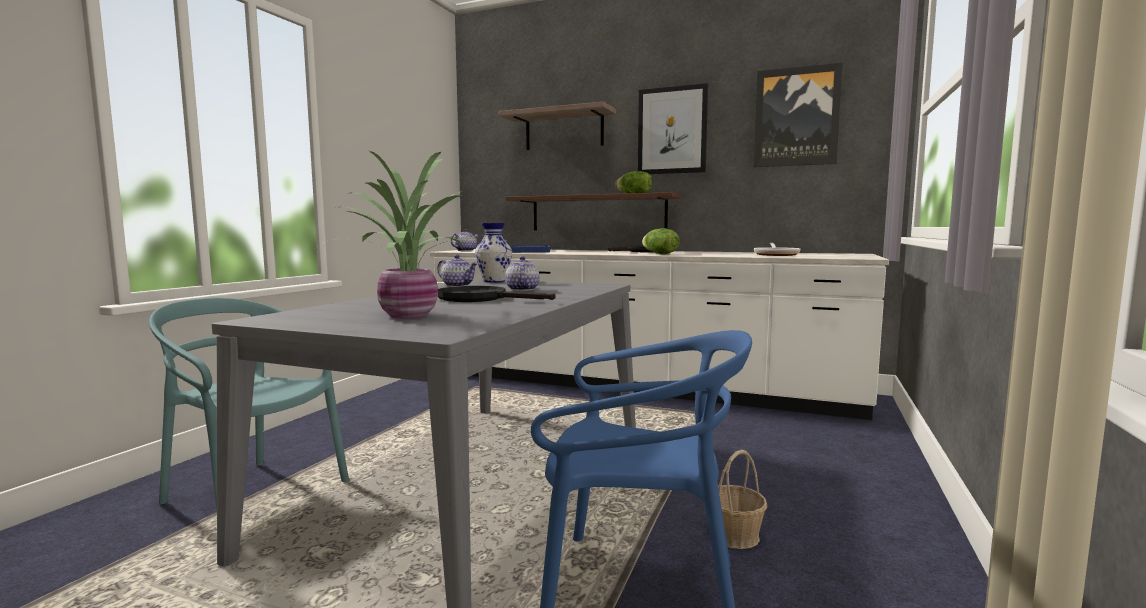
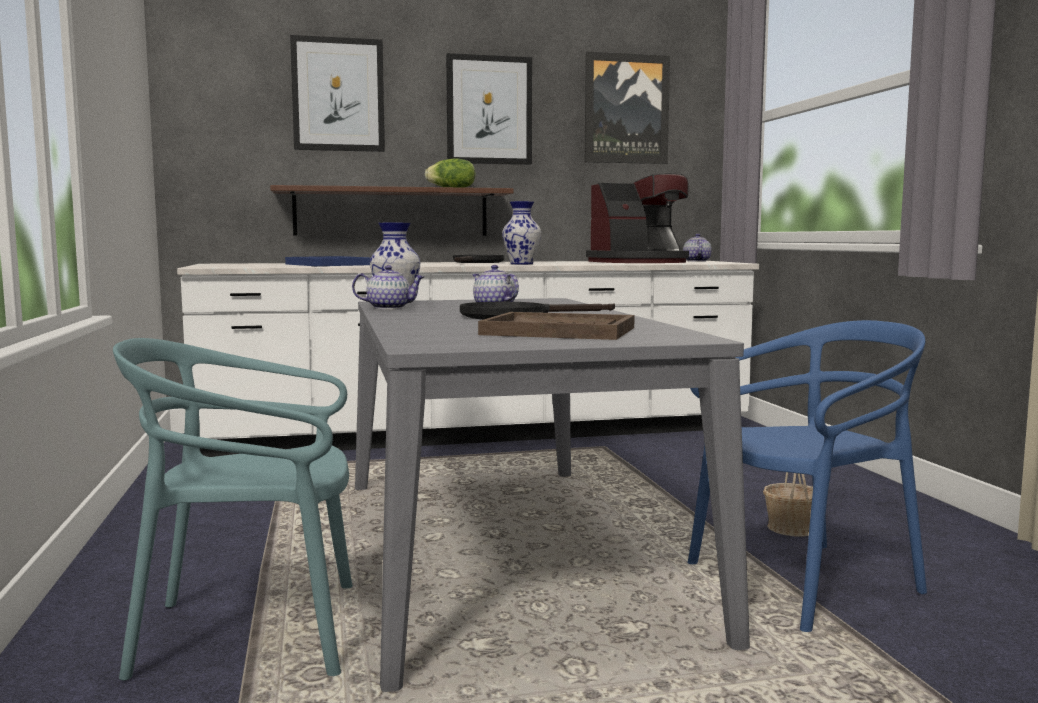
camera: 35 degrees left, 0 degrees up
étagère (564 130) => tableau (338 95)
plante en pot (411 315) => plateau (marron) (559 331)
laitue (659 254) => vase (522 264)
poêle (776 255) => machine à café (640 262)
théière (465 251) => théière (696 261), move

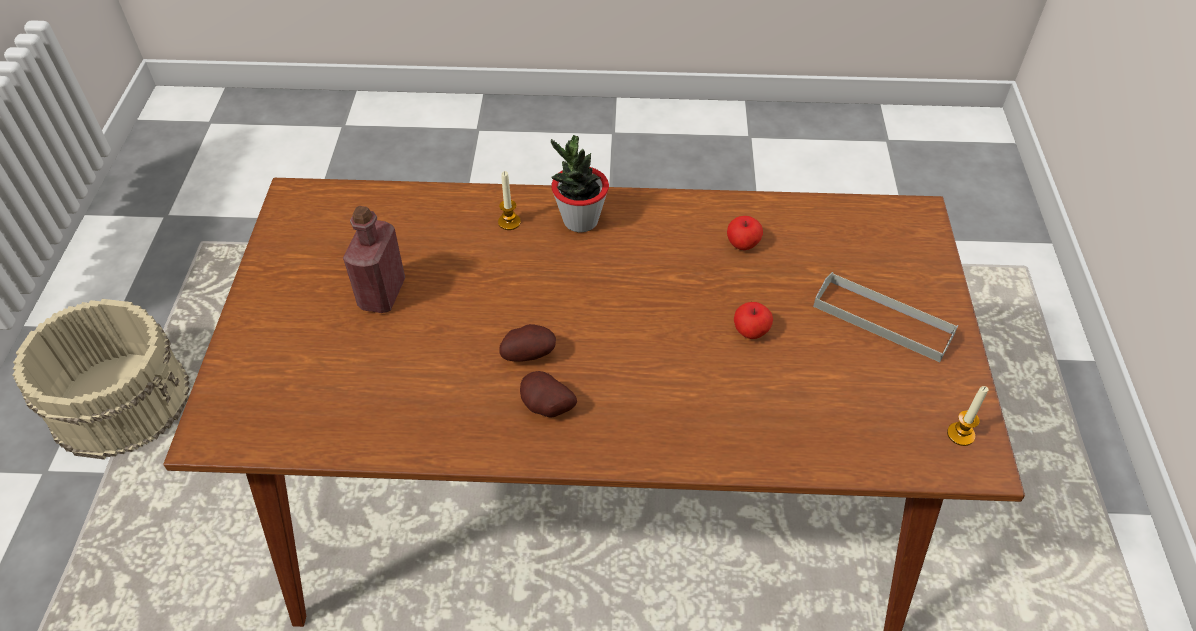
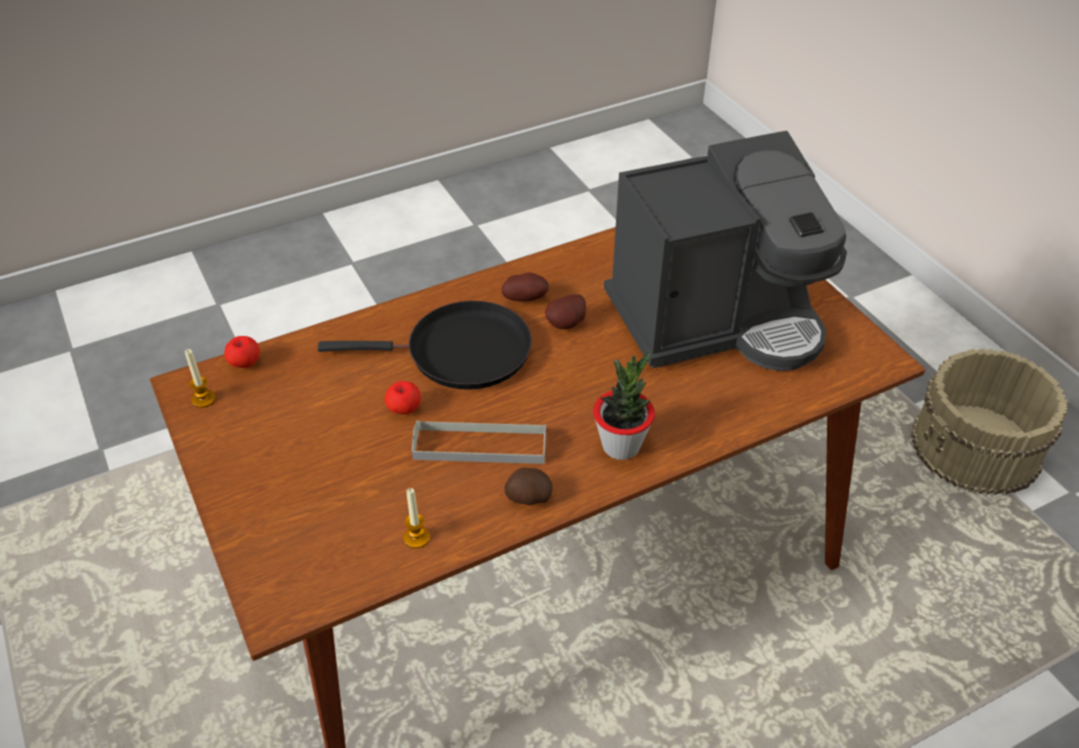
camera: 150 degrees right, 5 degrees down
pomme (742 244) => pomme (245 364), move
nothing => poêle (noir) (460 352)
bougie (509 222) => bougie (416 538), move
plateau (gris) (882 320) => plateau (gris) (480 446), move
nothing => pomme de terre (528 498)
bouteille (rouge) (382 294) => machine à café (717 319)

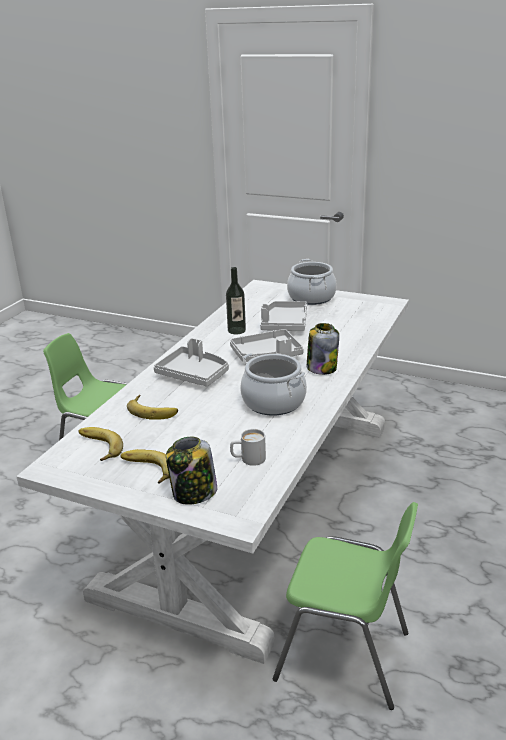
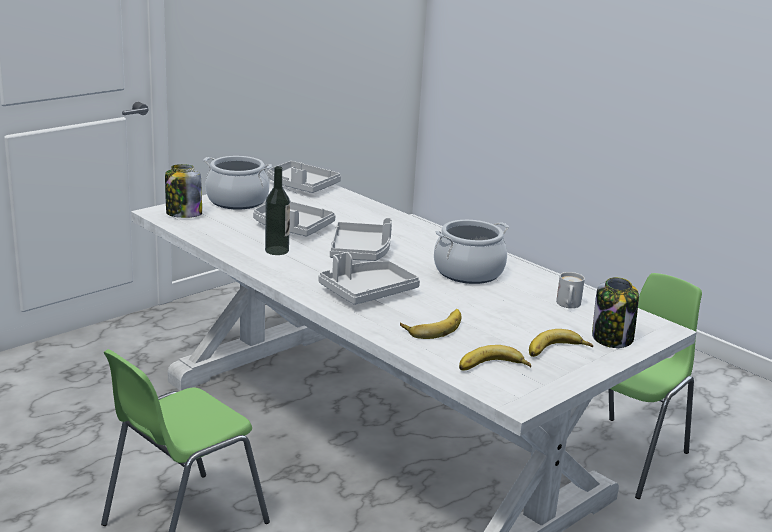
camera: 70 degrees left, 5 degrees down
bocal (321 368) => bocal (183 214), move
nothing => plateau (gris) (301 186)

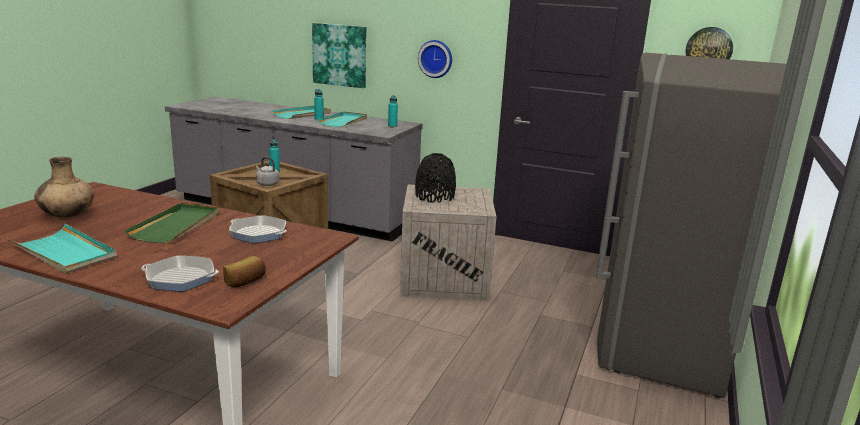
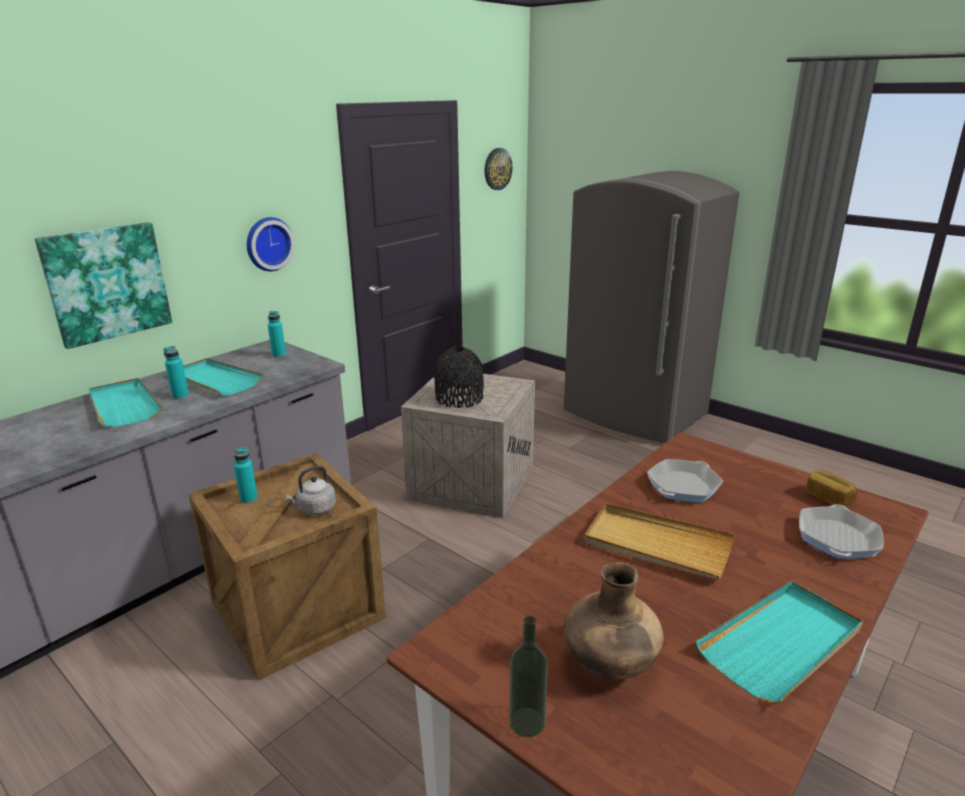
camera: 70 degrees left, 5 degrees up
nothing => bouteille (527 722)
plateau (vert) (177 225) => plateau (beige) (656 545)

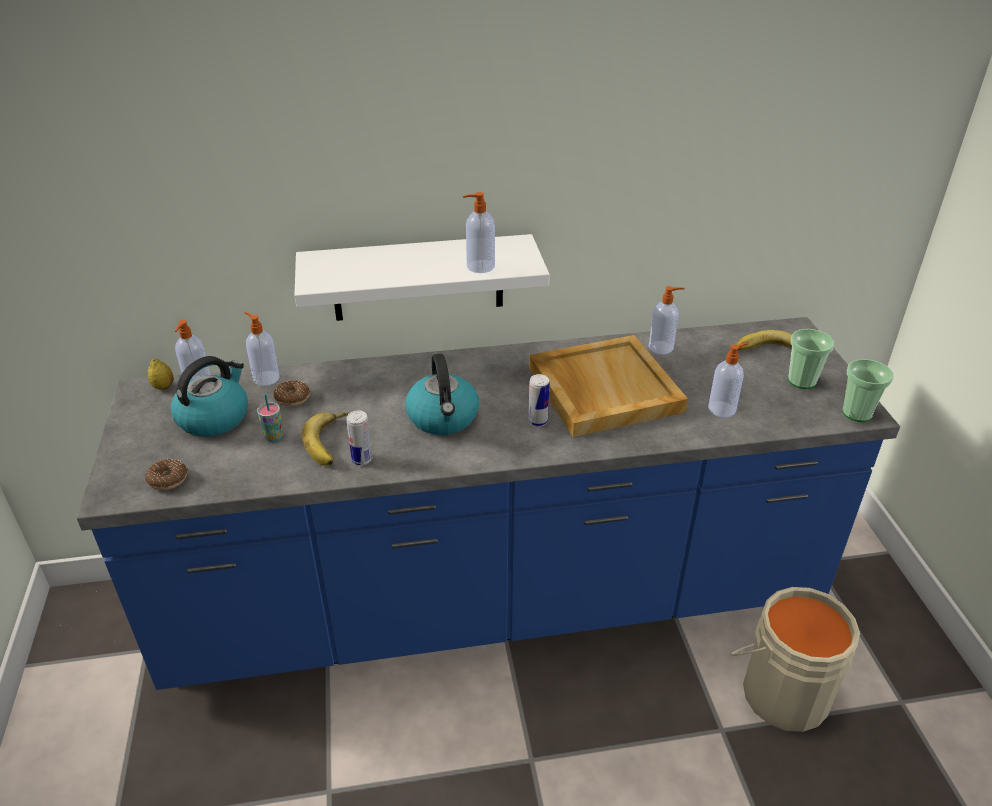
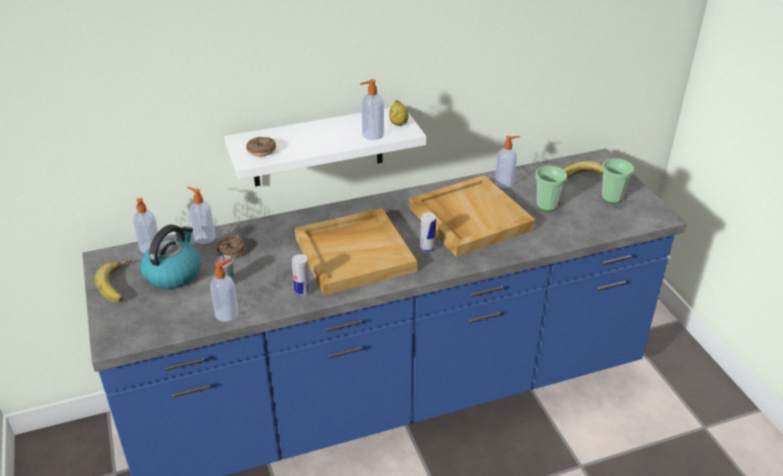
camera: 10 degrees left, 0 degrees up
banane (332 442) => banane (119 284), move
distributeur de savon (722 409) => distributeur de savon (227 313), move
beignet (168 479) => beignet (261 151), move
bouilloire (443 418) => plateau (beige) (355 253)
citron (163 387) => citron (398 124), move
tasse (857 413) => tasse (547 205), move
seau (beige) (783 690) => nothing

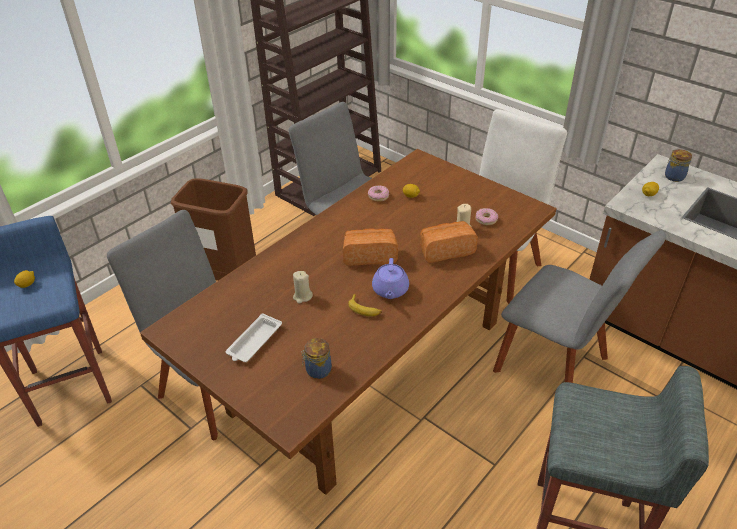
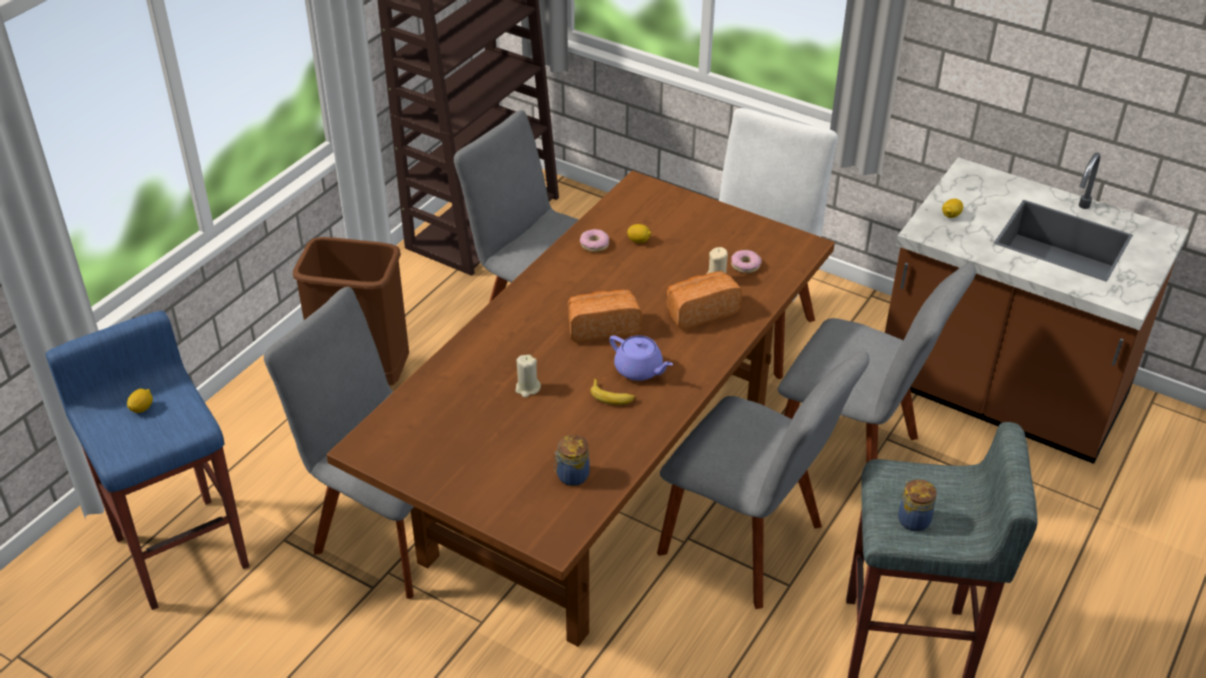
camera: 10 degrees left, 0 degrees up
théière (violet) (390 290) => théière (violet) (639 370), 45 degrees counterclockwise
nothing => chaise (gris) (748 544)
bocal (673 176) => bocal (912 519), move
plateau (blanc) (254 342) => nothing

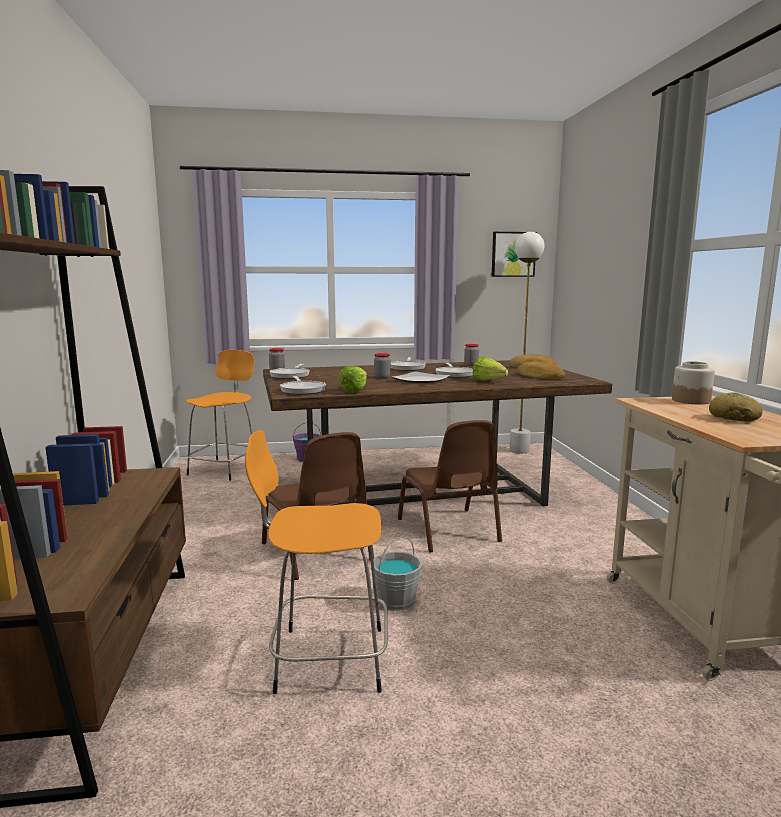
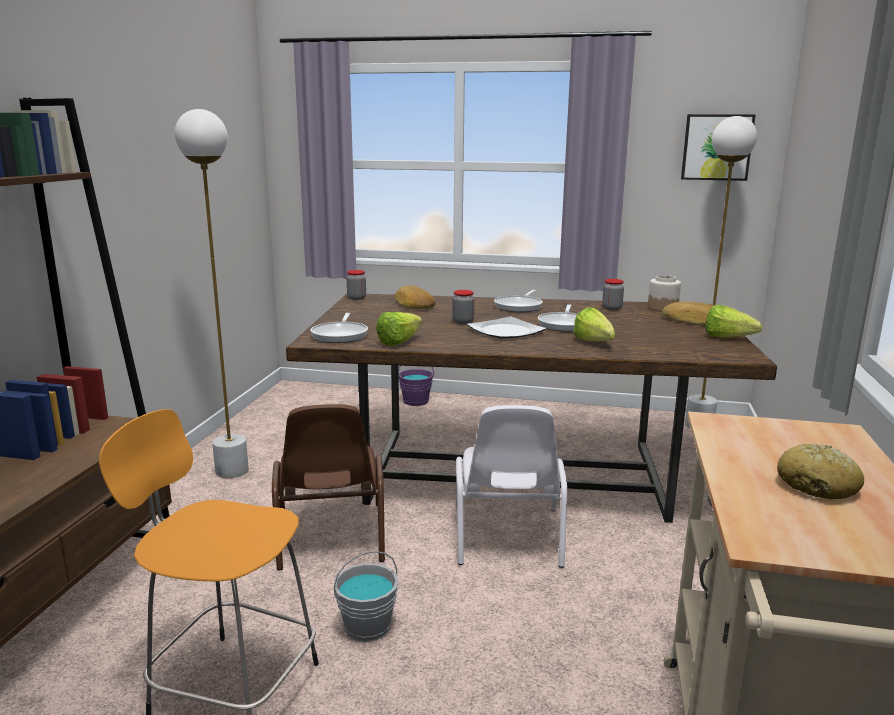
camera: 20 degrees right, 5 degrees up
nothing => lampadaire (blanc) (232 471)
pain (540 376) => pain (413 304), move
chaise (marron) (449 530) => chaise (blanc) (507 537)
bocal (690 400) => bocal (662 308), move
nothing => laitue (732 339)
tabouret (orange) (225 469) => nothing
poêle (291 375) => nothing

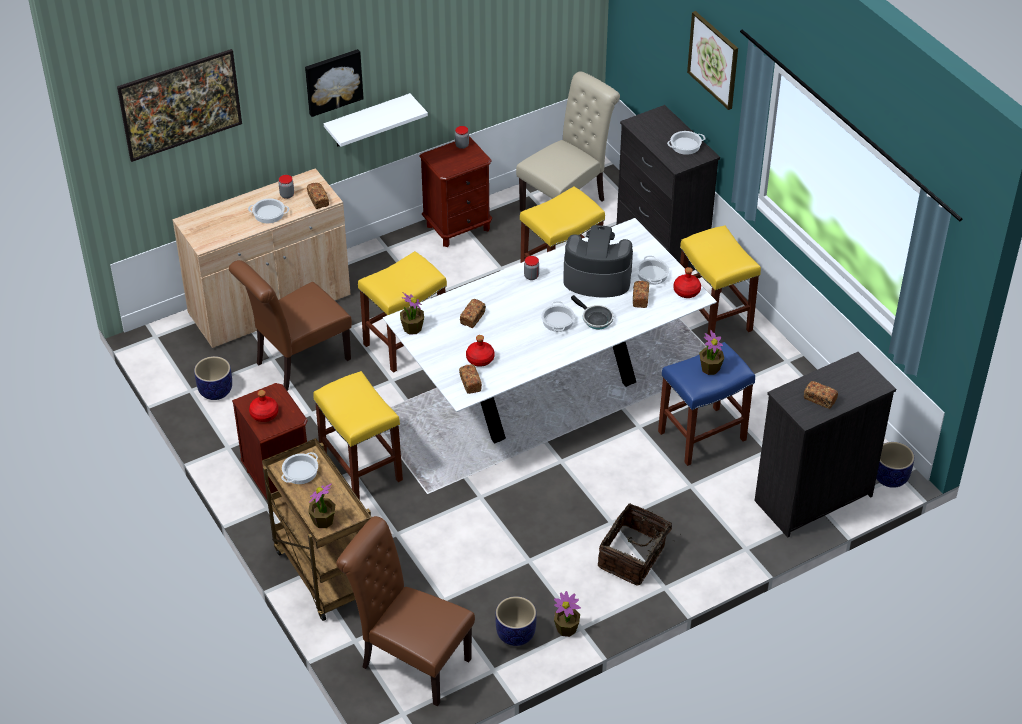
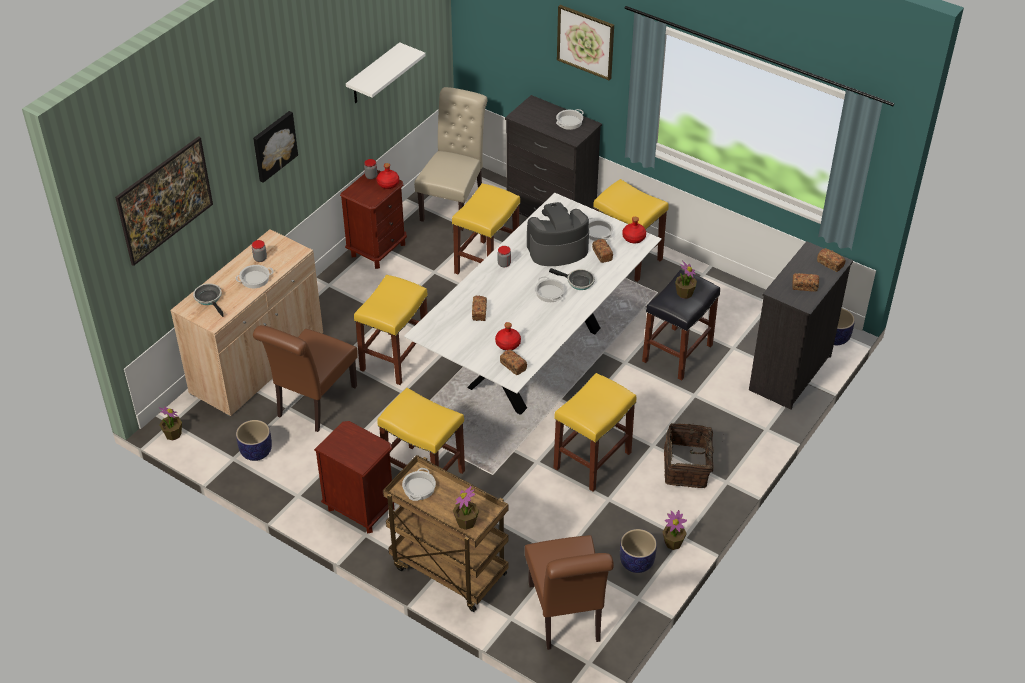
camera: 25 degrees left, 0 degrees up
plante en pot (412 328) => plante en pot (173 434), move
nothing => poêle (209 299)
étagère (blanc) (368 121) => étagère (blanc) (373 74), move
bouteille (rouge) (264 414) => bouteille (rouge) (388 183), move
chaise (marron) (409 661) => chaise (marron) (566 617), 105 degrees counterclockwise
nothing => tabouret (jaune) (592 461)
tabouret (bleu) (701 436) => tabouret (noir) (677 354)
pain (318 200) => pain (830 264), move

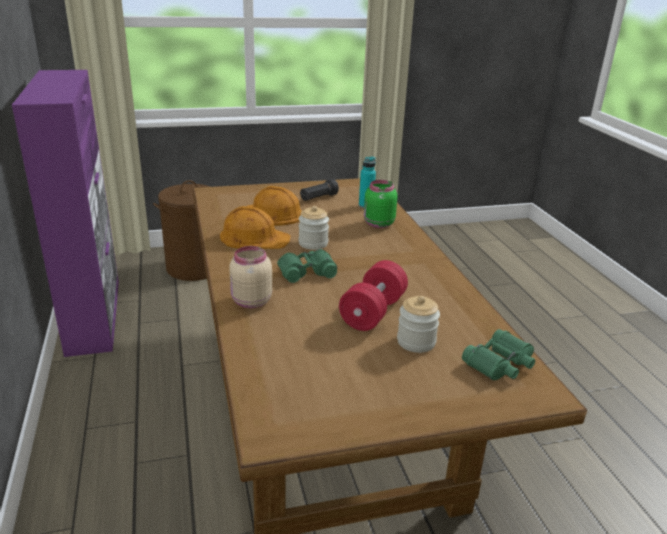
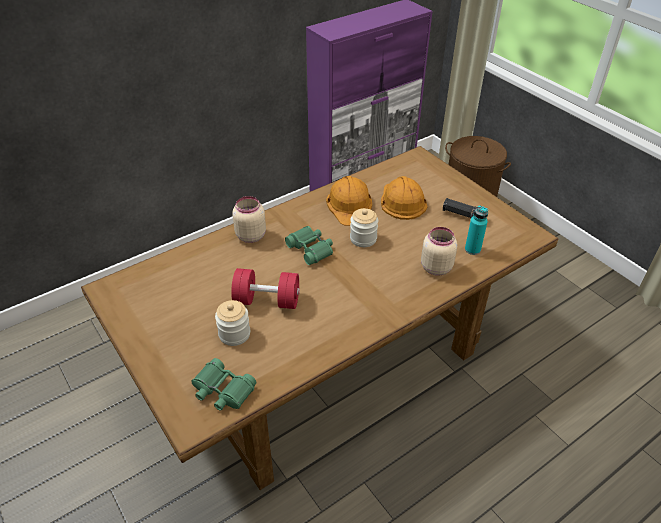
camera: 70 degrees right, 15 degrees up
bocal (vert) (378 224) => bocal (beige) (435 267)

